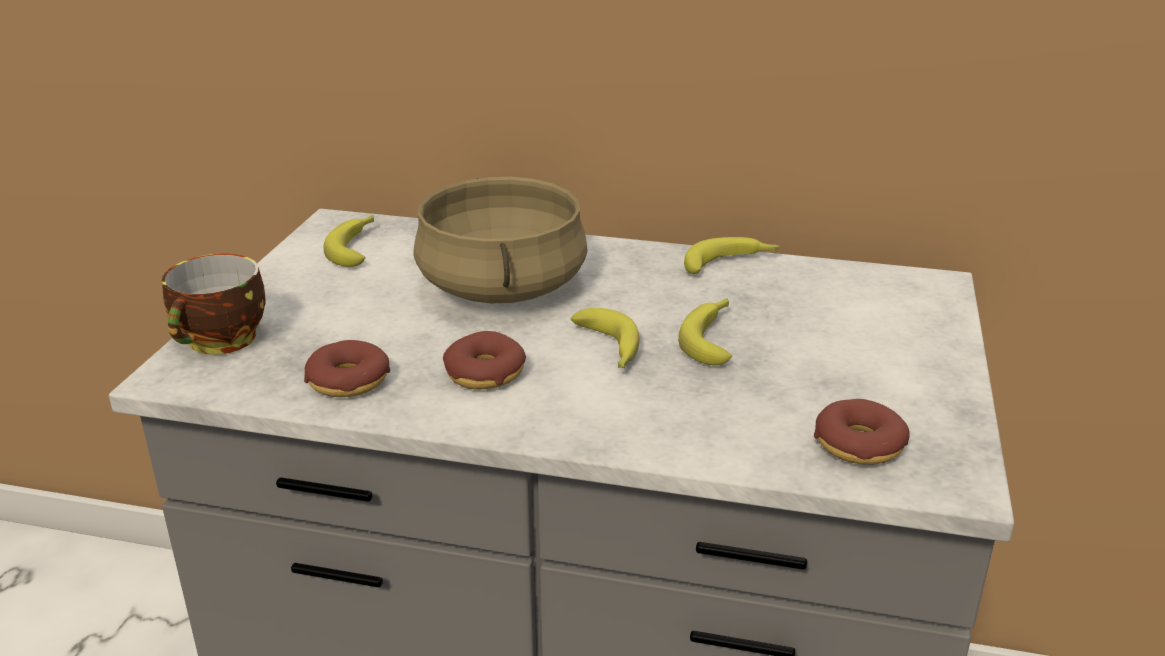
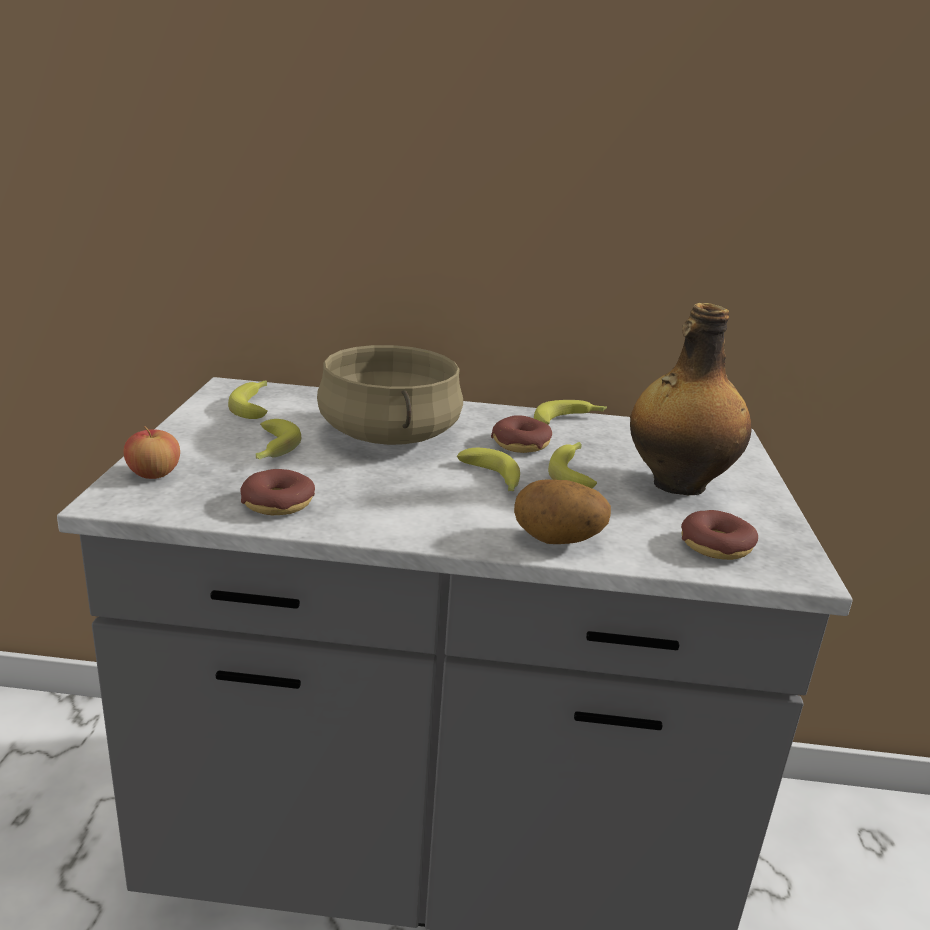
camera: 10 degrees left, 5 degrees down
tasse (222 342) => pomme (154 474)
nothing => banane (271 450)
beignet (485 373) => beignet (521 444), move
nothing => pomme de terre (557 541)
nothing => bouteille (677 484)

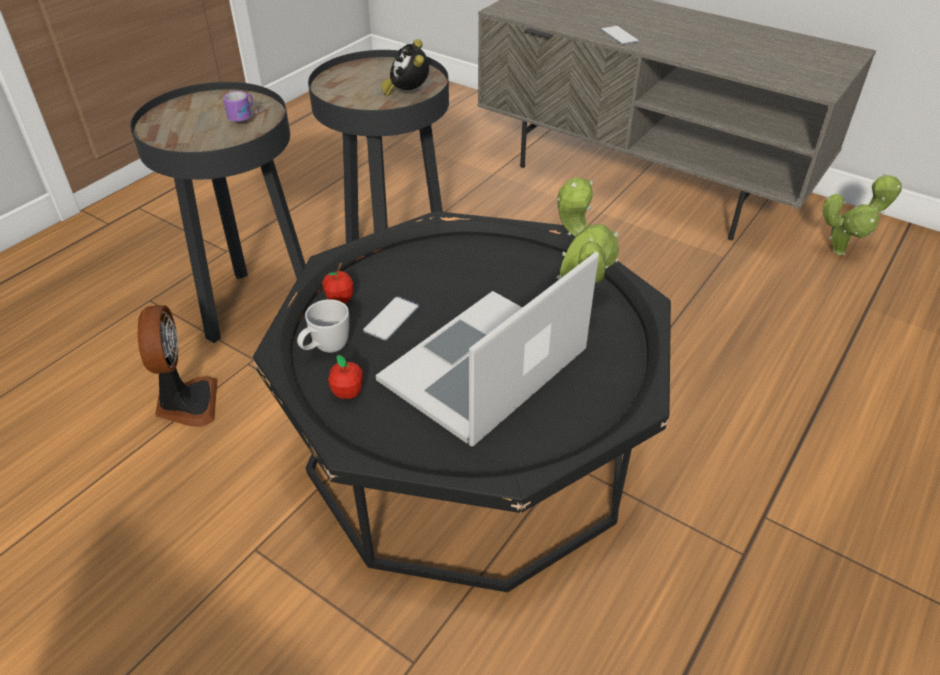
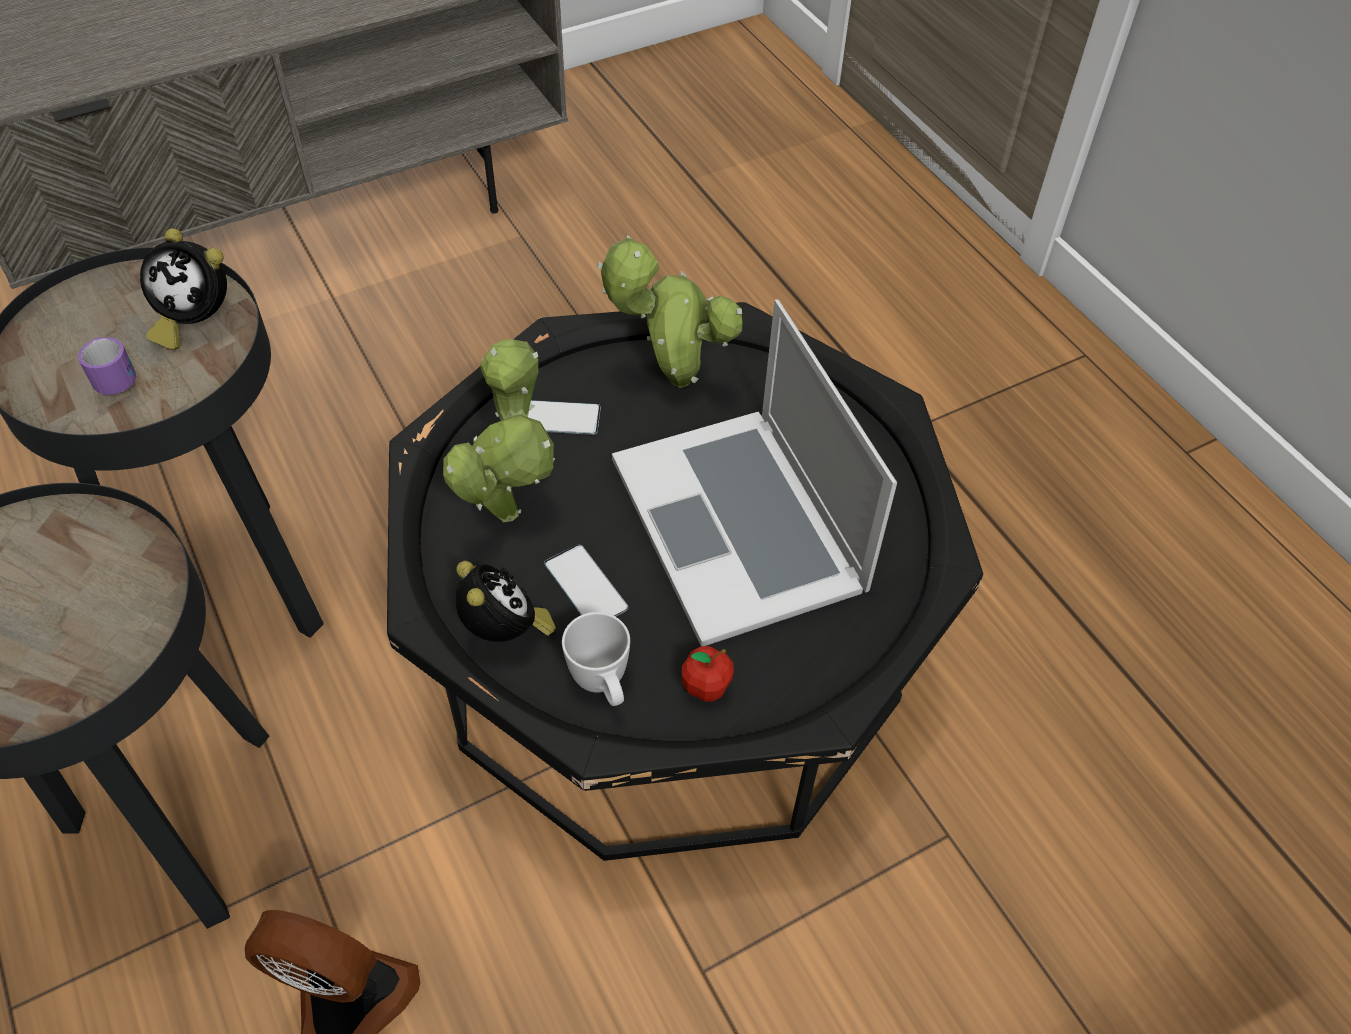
camera: 65 degrees left, 10 degrees up
mug (251 118) => mug (113 373), move
plante en pot (842 251) => plante en pot (509 505), move
pomme (340 299) => réveil (505 632)
téléphone (619 36) => téléphone (556 418), move

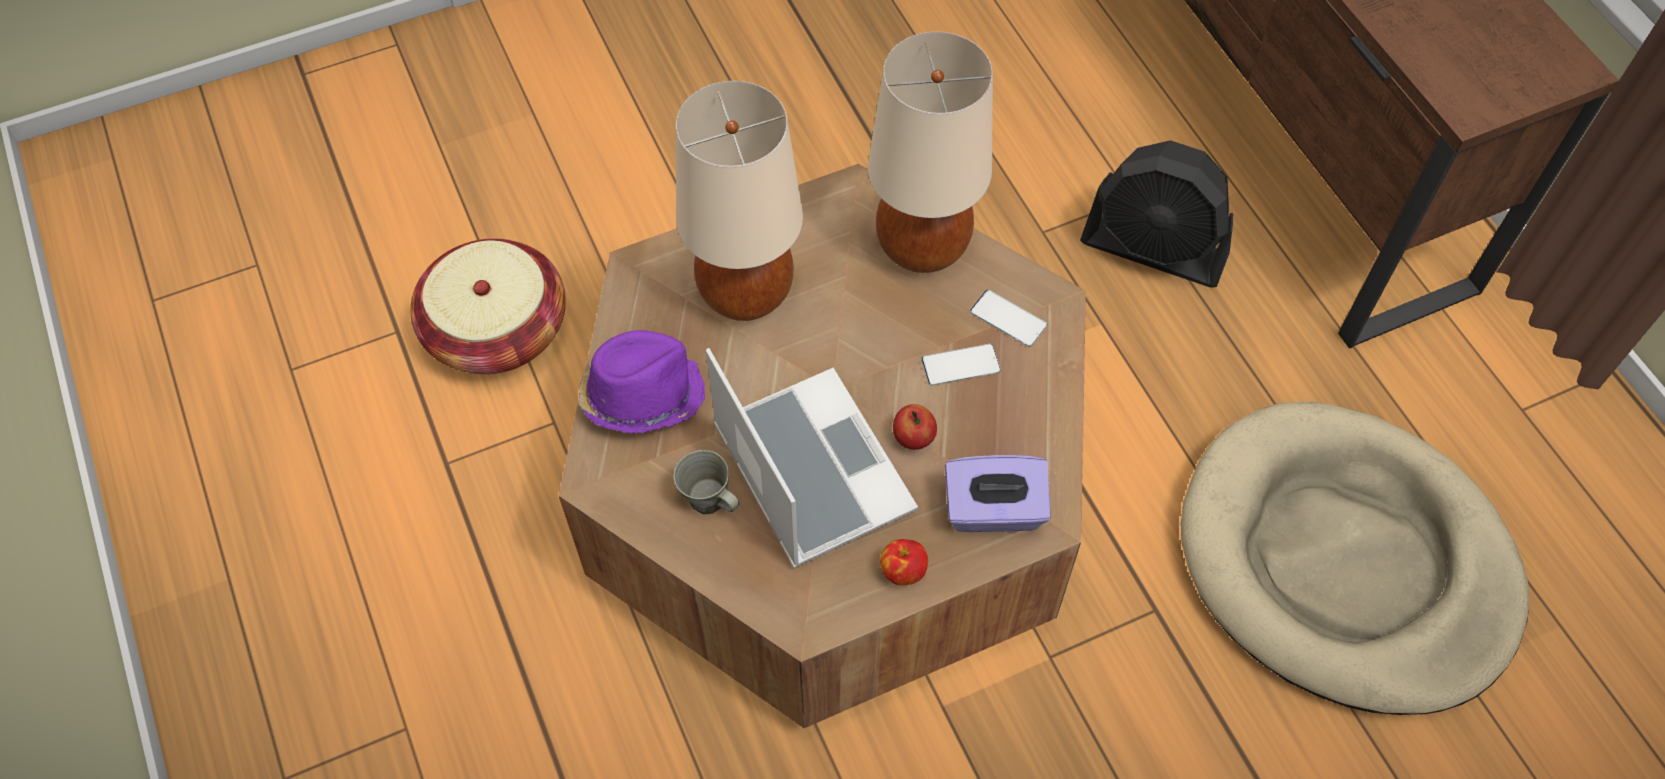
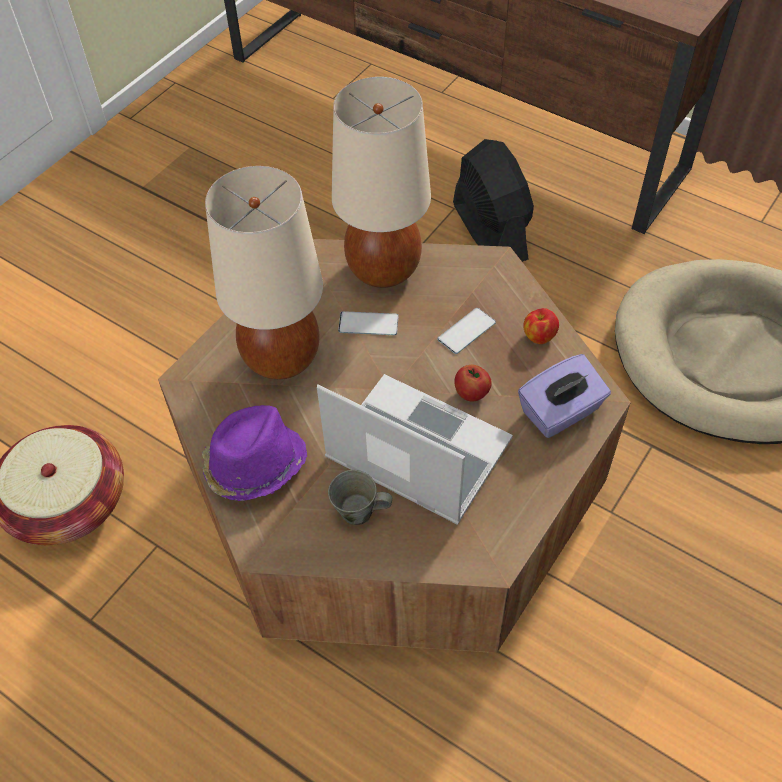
camera: 30 degrees left, 5 degrees down
téléphone (1008 318) => téléphone (368 324), move
ventilateur (noir) (1154 249) => ventilateur (noir) (489 231), 105 degrees counterclockwise
pomme (903 571) => pomme (539 336), move

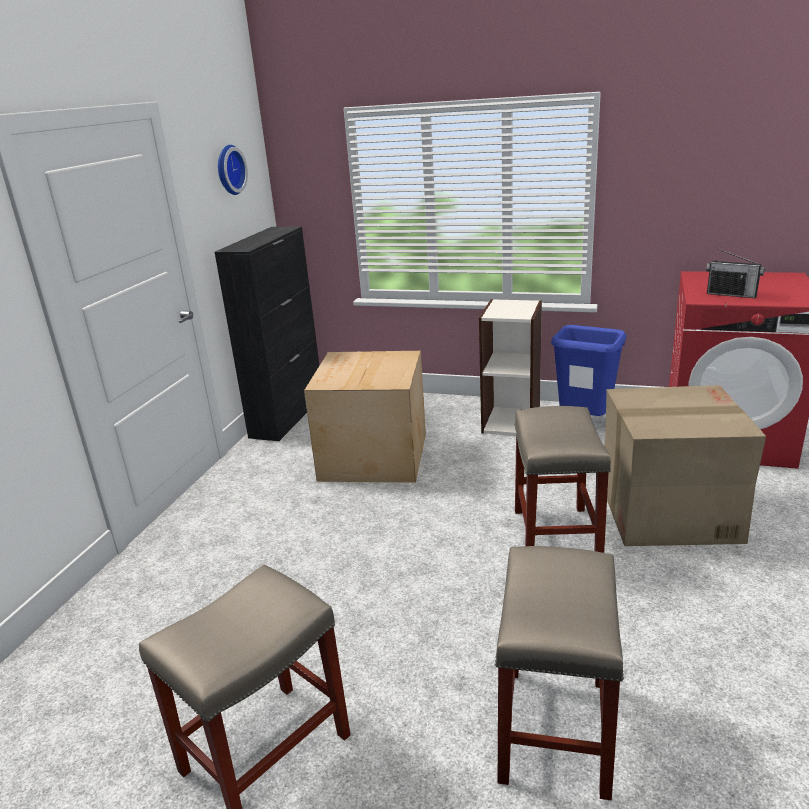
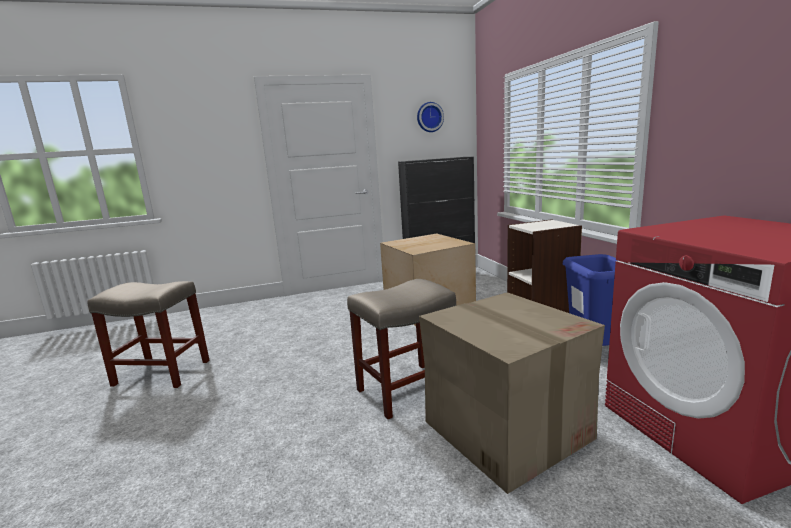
camera: 55 degrees right, 10 degrees down
tabouret (beige) (554 727) => nothing
radio (731 294) => nothing

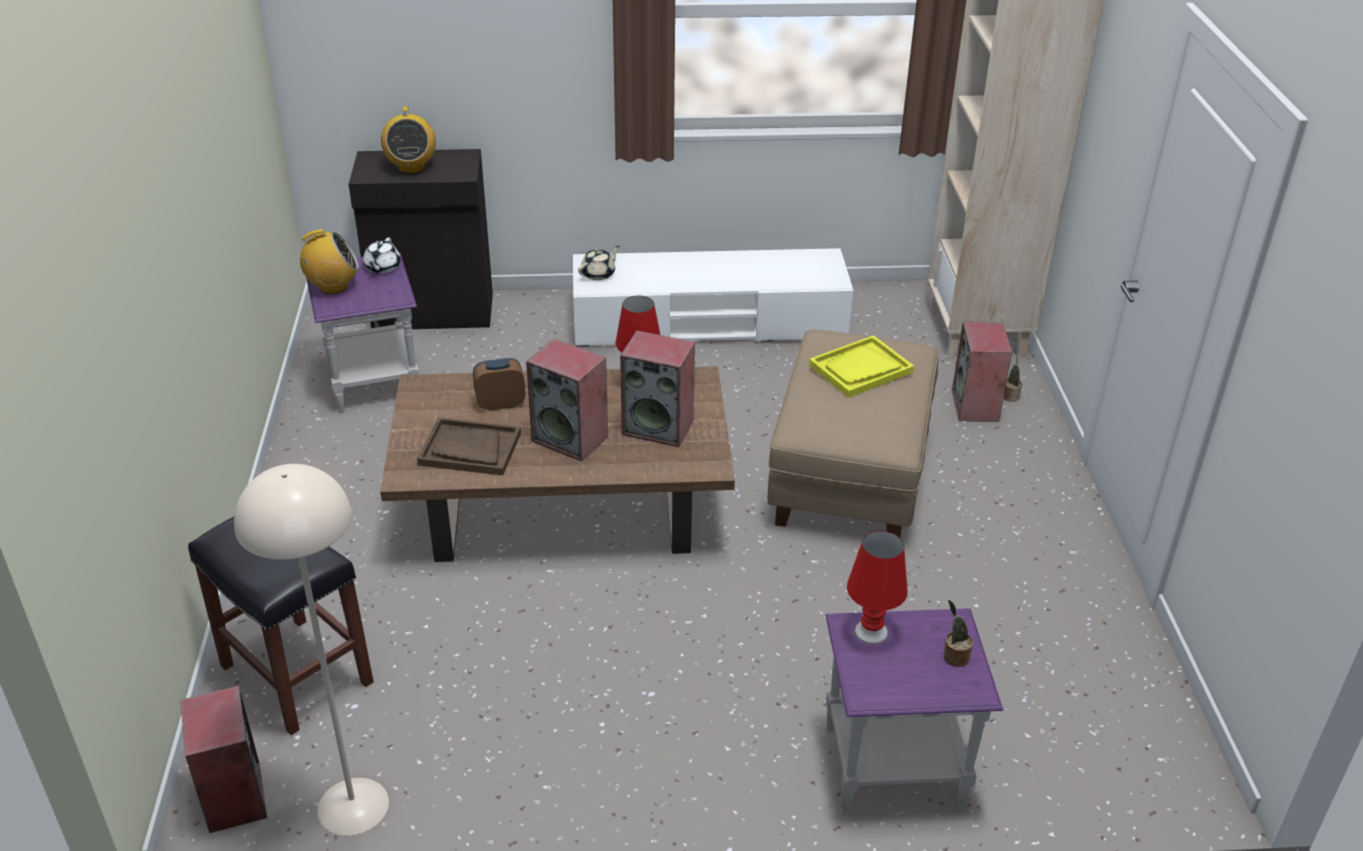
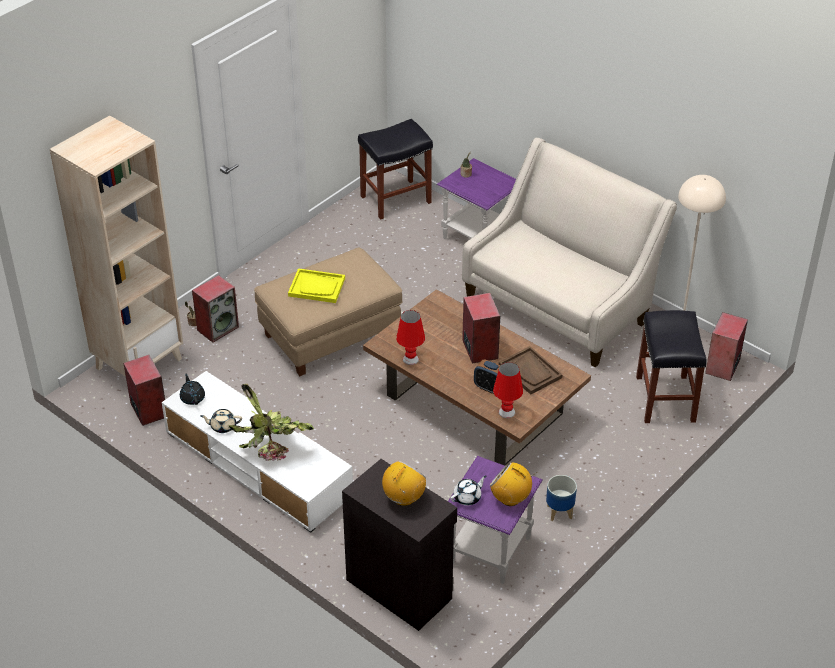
camera: 135 degrees left, 5 degrees up
enceinte (659 427) => enceinte (148 410), move
nothing => théière (noir) (192 398)
théière (beige) (599 274) => théière (beige) (222 426), move
nothing => plante en pot (274 448)
nothing => tabouret (noir) (396 199)
nothing => canapé (beige) (561 305)
lampe de table (rouge) (870 632) => lampe de table (rouge) (506 412), move
nothing => cache-pot (559 512)

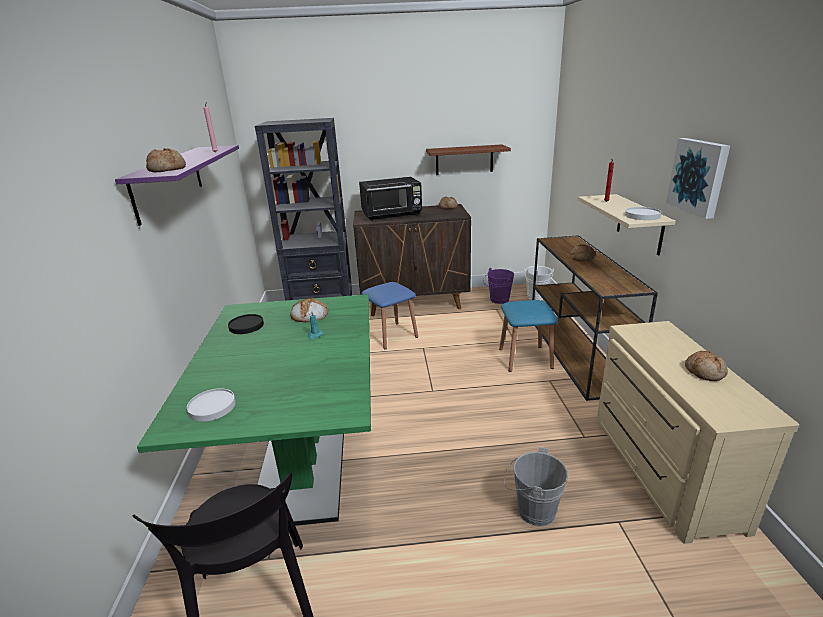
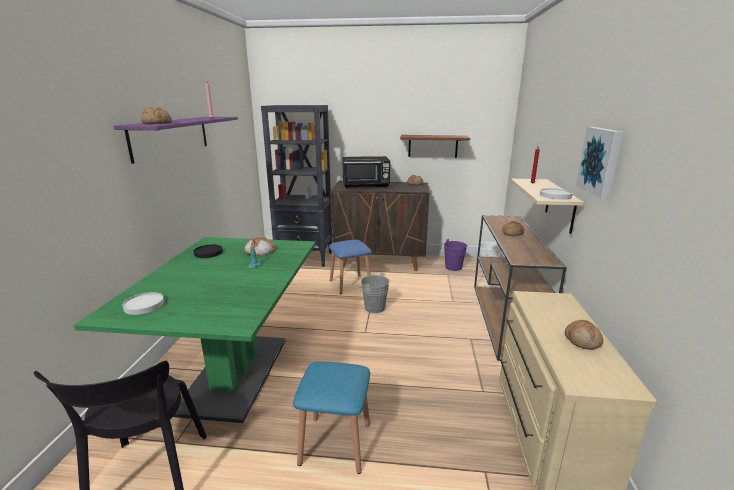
camera: 10 degrees right, 5 degrees down
tabouret (bleu) (525 358) => tabouret (bleu) (335 443), move
seau (gris) (531 510) => seau (gris) (372 307), move

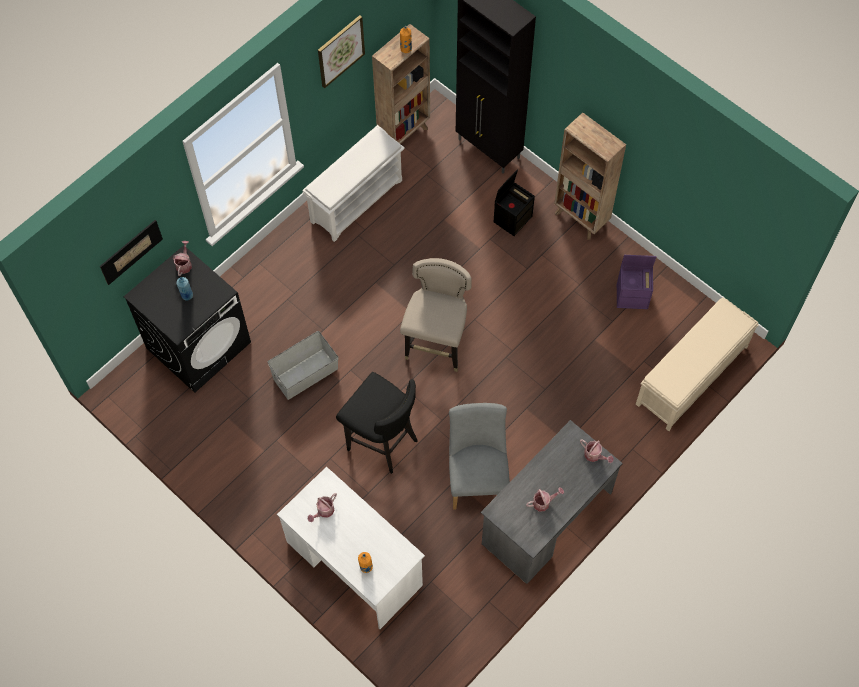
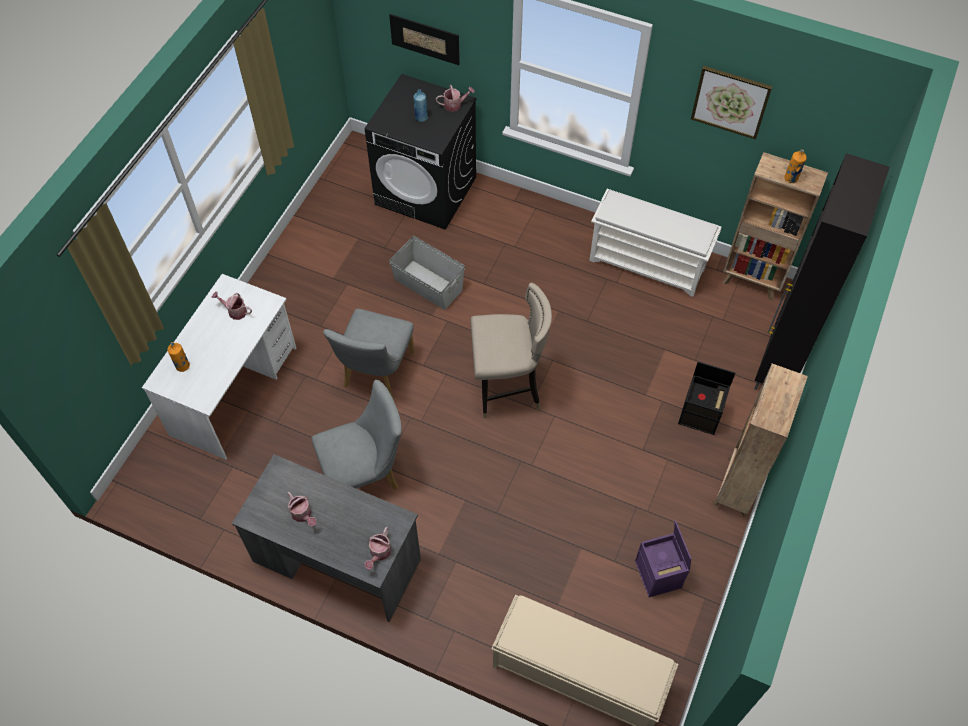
camera: 70 degrees right, 5 degrees down
tabouret (noir) (382 442) => chaise (gris) (376 374)

